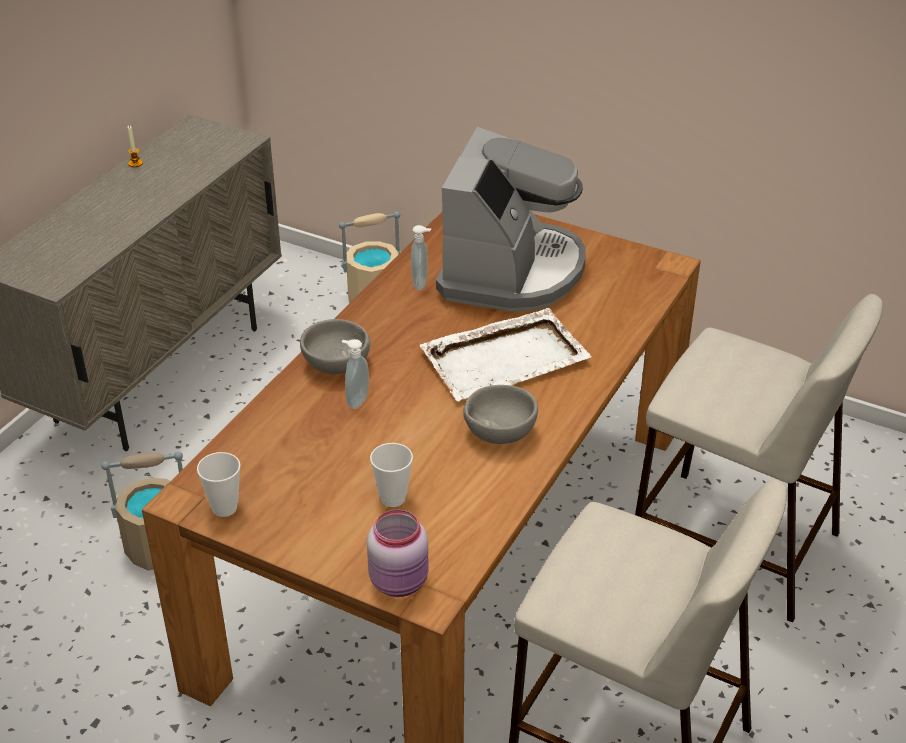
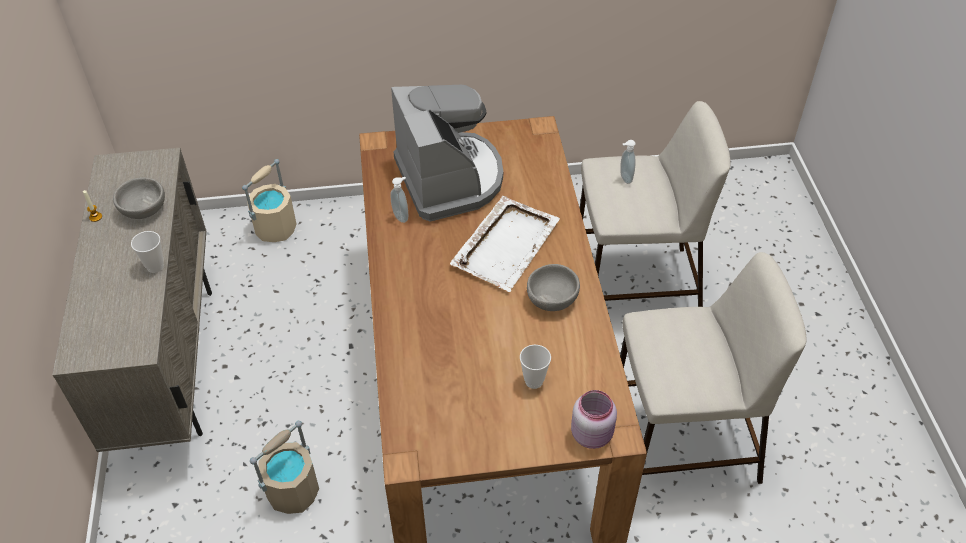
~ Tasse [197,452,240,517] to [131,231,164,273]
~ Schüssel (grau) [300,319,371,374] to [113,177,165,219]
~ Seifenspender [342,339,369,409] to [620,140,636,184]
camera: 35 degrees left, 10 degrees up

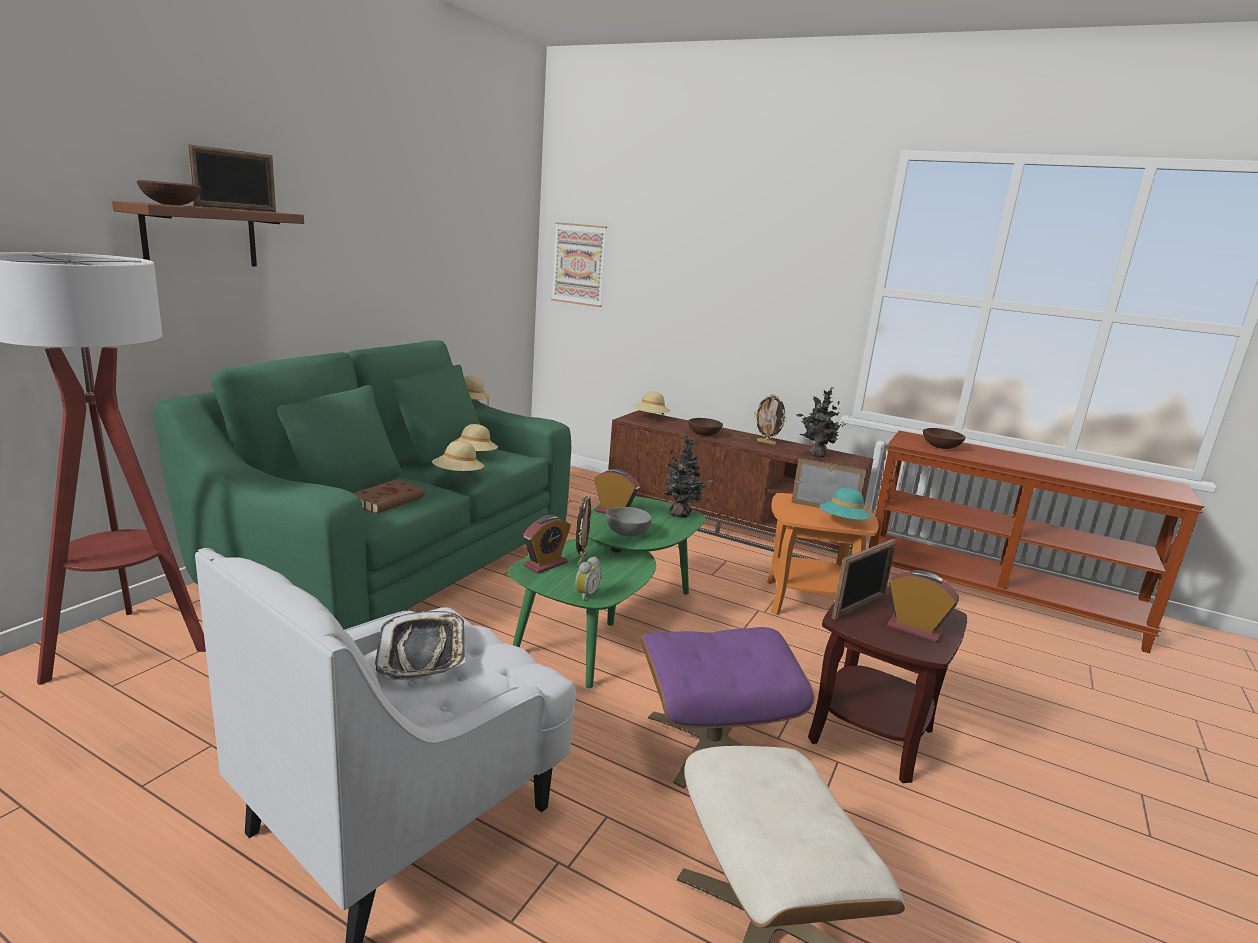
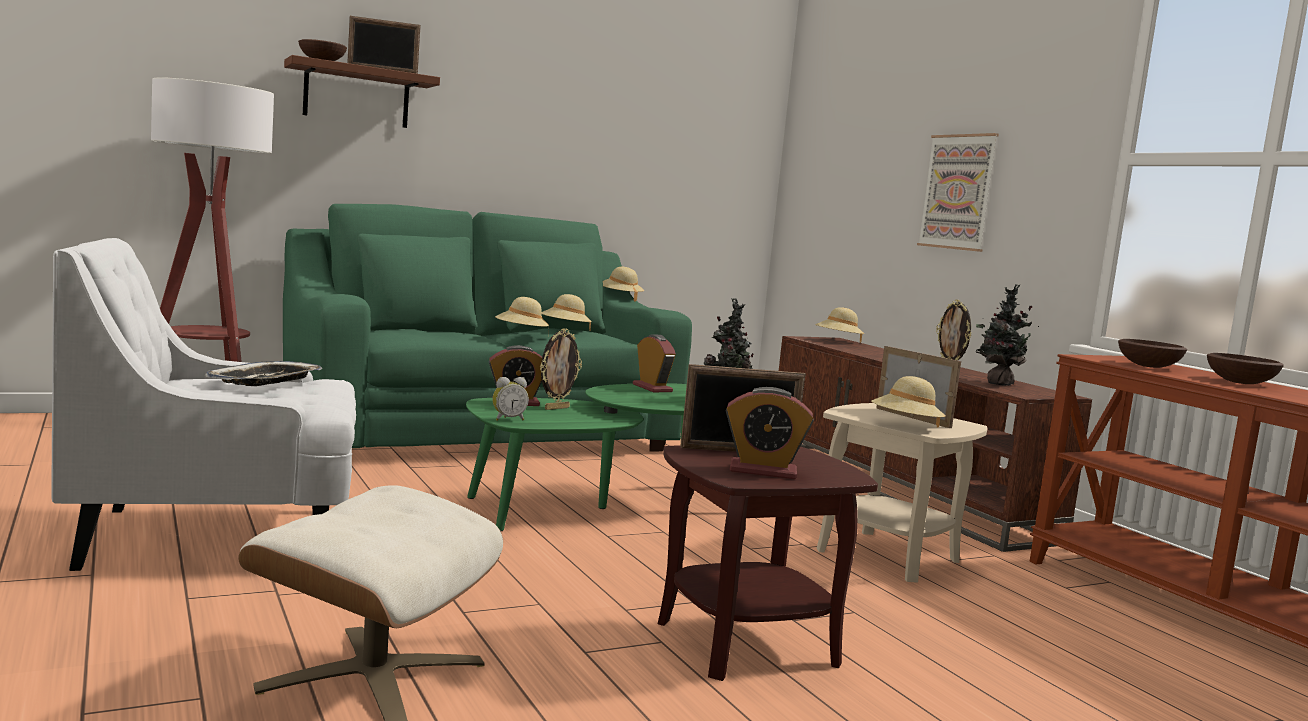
- Buch (braun) [353,479,425,514]
~ Bild [551,222,607,307] to [917,133,999,252]
- Schüssel (grau) [606,507,652,537]
- Polsterhocker (lila) [640,627,815,789]
~ Schüssel (braun) [688,418,723,436] to [1207,353,1284,384]
~ Beistelltisch (orange) [767,493,878,615] to Beistelltisch (beige) [817,403,987,583]
~ Hut (türkis) [819,488,872,520] to Hut (beige) [871,376,946,428]
~ Wecker [887,570,959,643] = [726,387,814,479] 120 degrees clockwise
camera: 35 degrees right, 10 degrees down

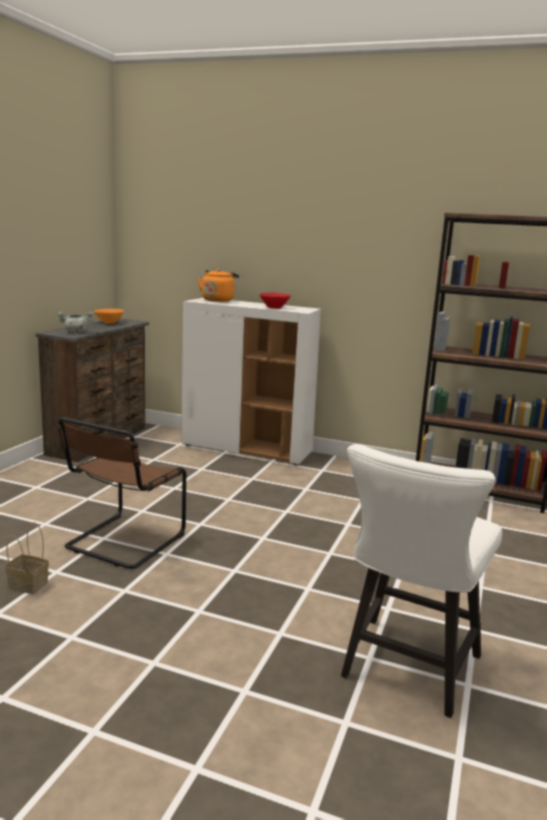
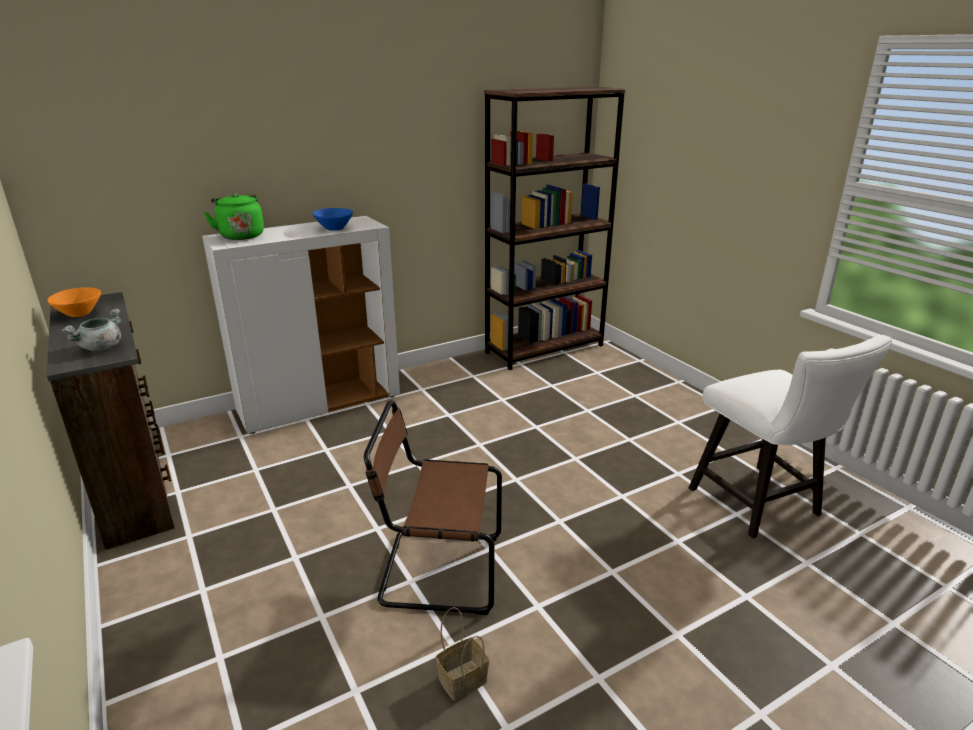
~ Stuhl (braun) [58,417,186,569] = [364,401,502,615] 120 degrees clockwise
~ Wasserkessel (orange) [198,269,239,302] to Wasserkessel (grün) [204,193,264,240]
~ Schüssel (rot) [260,292,291,309] to Schüssel (blau) [313,208,353,230]
camera: 50 degrees left, 10 degrees up

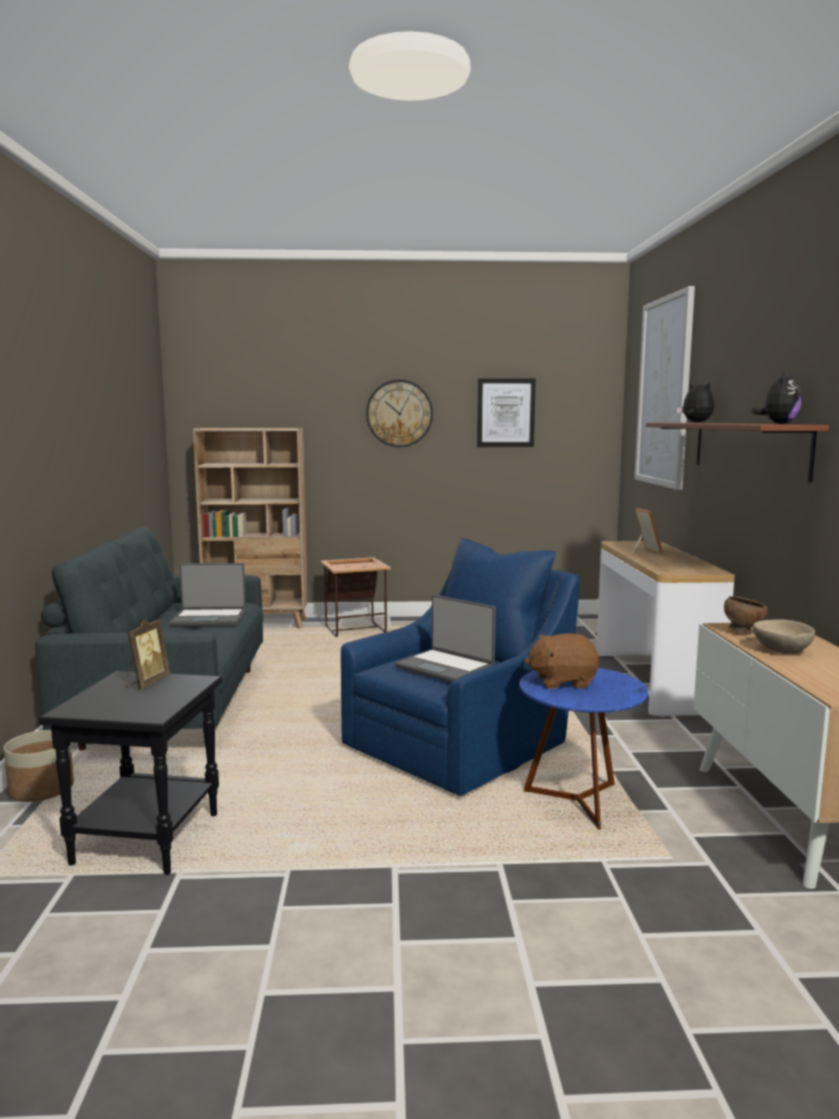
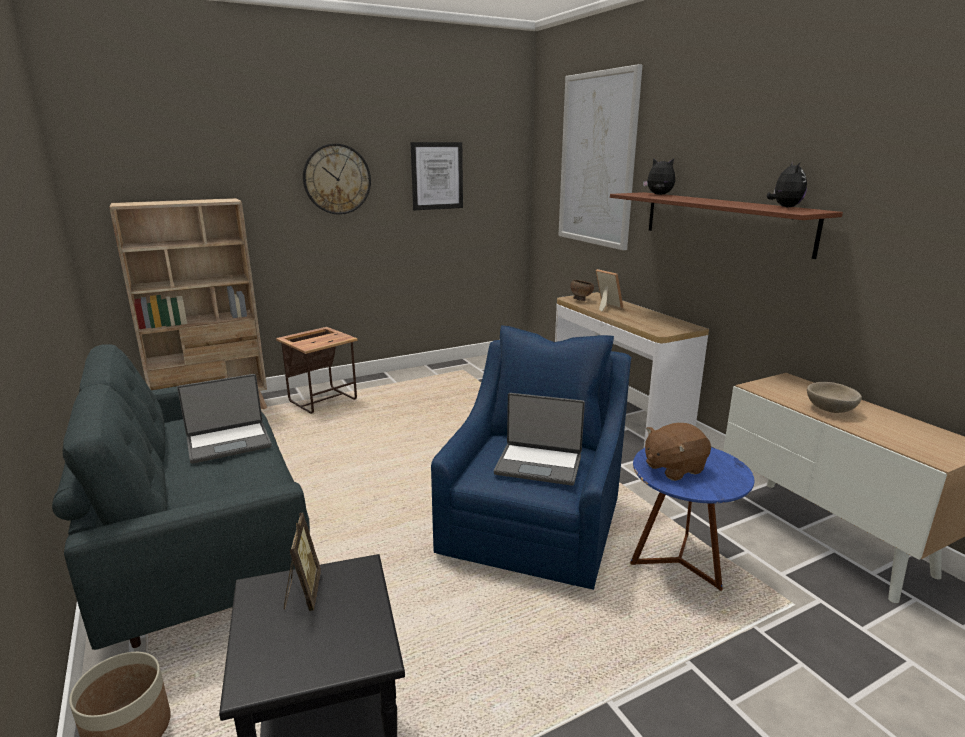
~ Schüssel (braun) [724,596,768,635] to [570,280,594,301]
camera: 25 degrees left, 10 degrees up

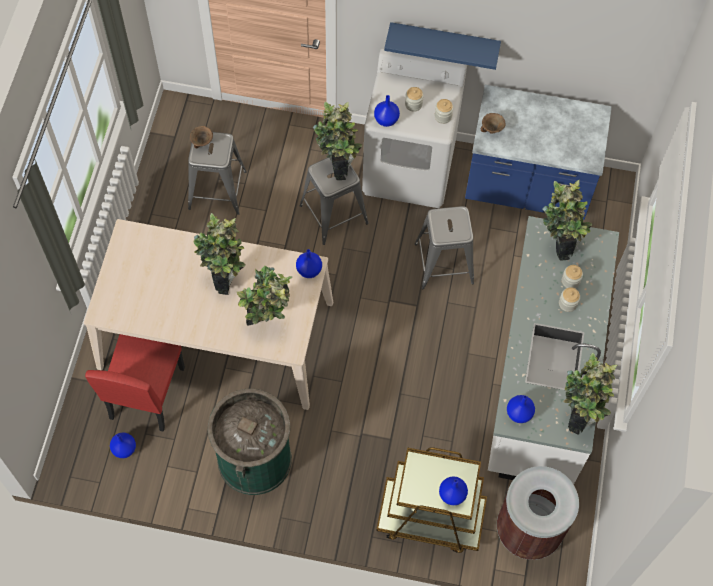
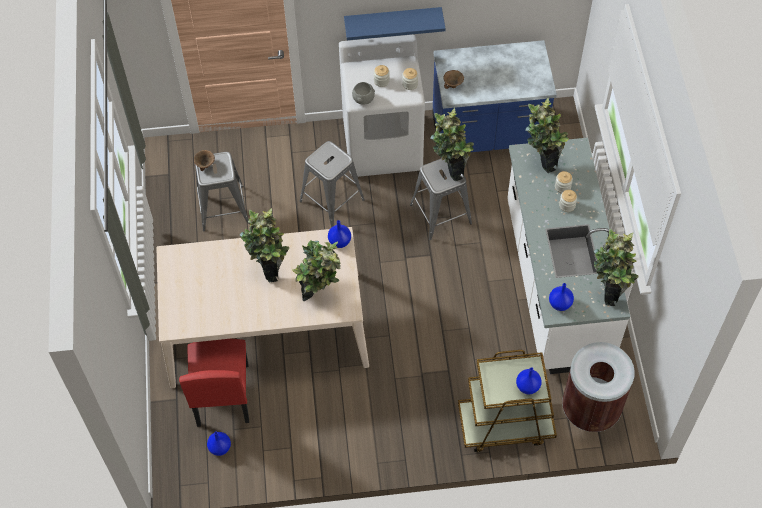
- Mülleimer (grün) [208,389,292,495]
~ Topfpflanze [313,102,362,180] to [430,108,474,181]
~ Vase (blau) [374,95,400,127] to Schüssel (grau) [352,82,375,105]
camera: 15 degrees left, 5 degrees down

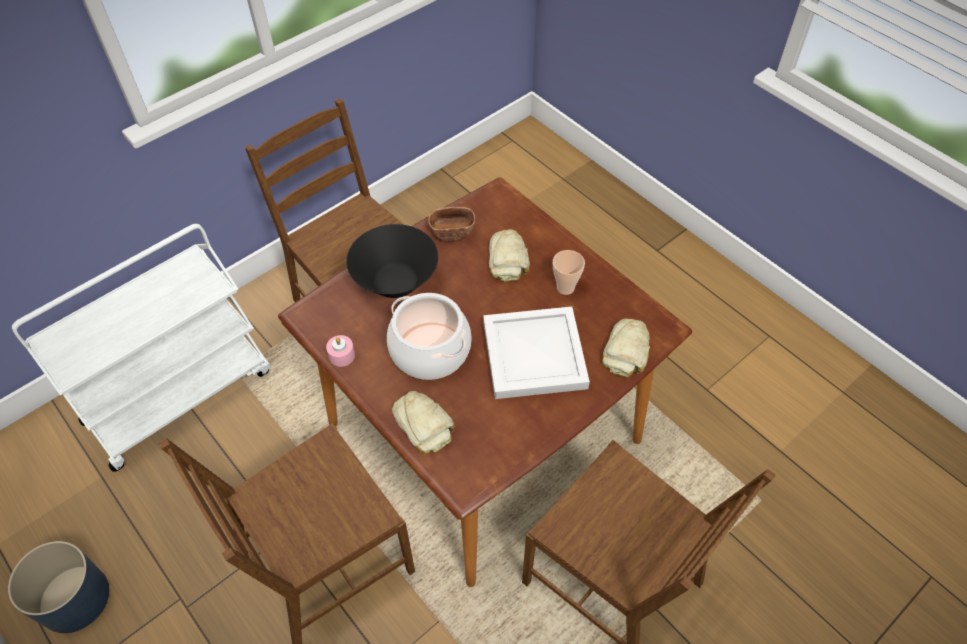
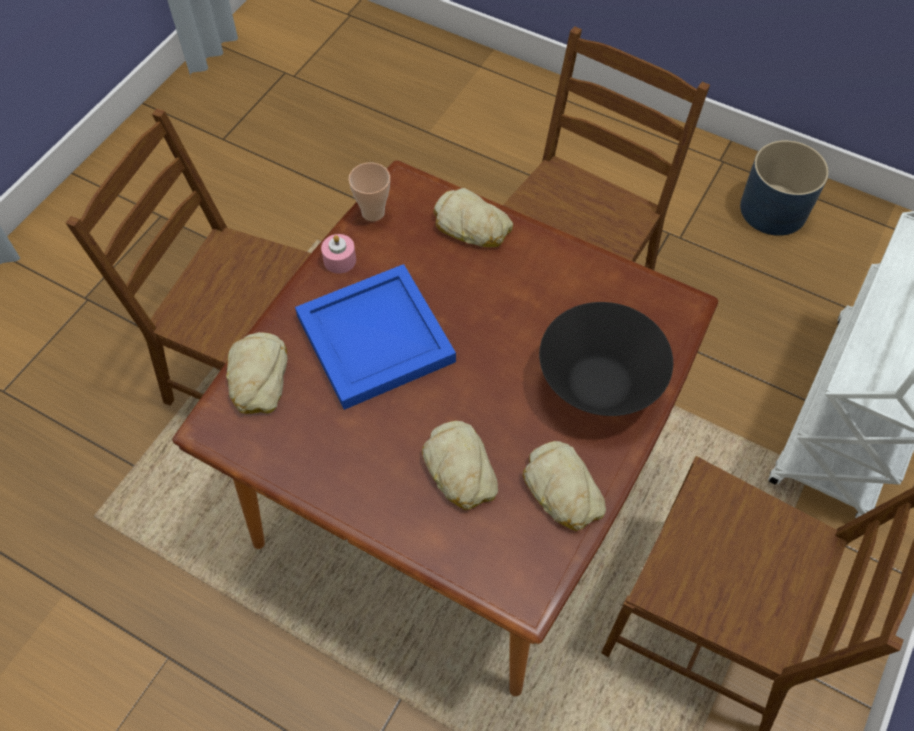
~ Kerze (rosa) [326,335,355,367] to [321,234,356,274]
- Kochtopf [387,293,471,380]
~ Schüssel (braun) [428,207,475,242] to Brot [522,441,606,531]
~ Tablett (weiß) [483,306,590,399] to Tablett (blau) [295,264,456,410]
~ Tasse [553,250,585,295] to [349,163,390,221]
camera: 160 degrees right, 5 degrees up

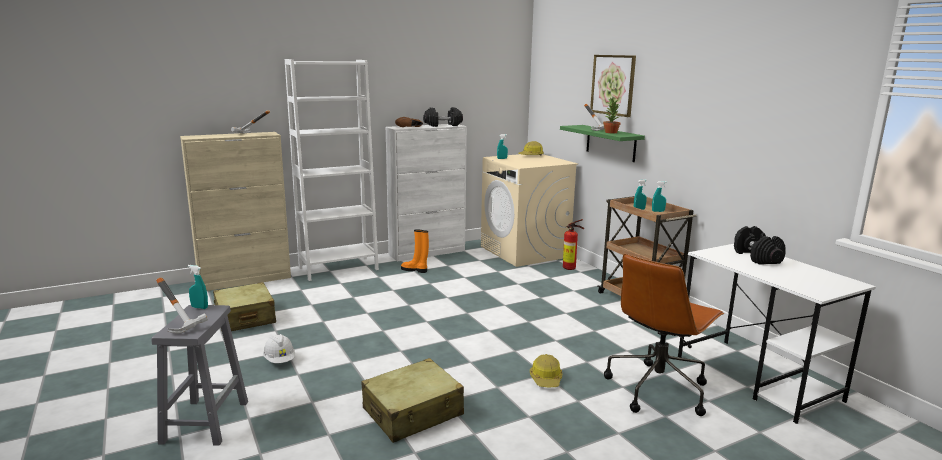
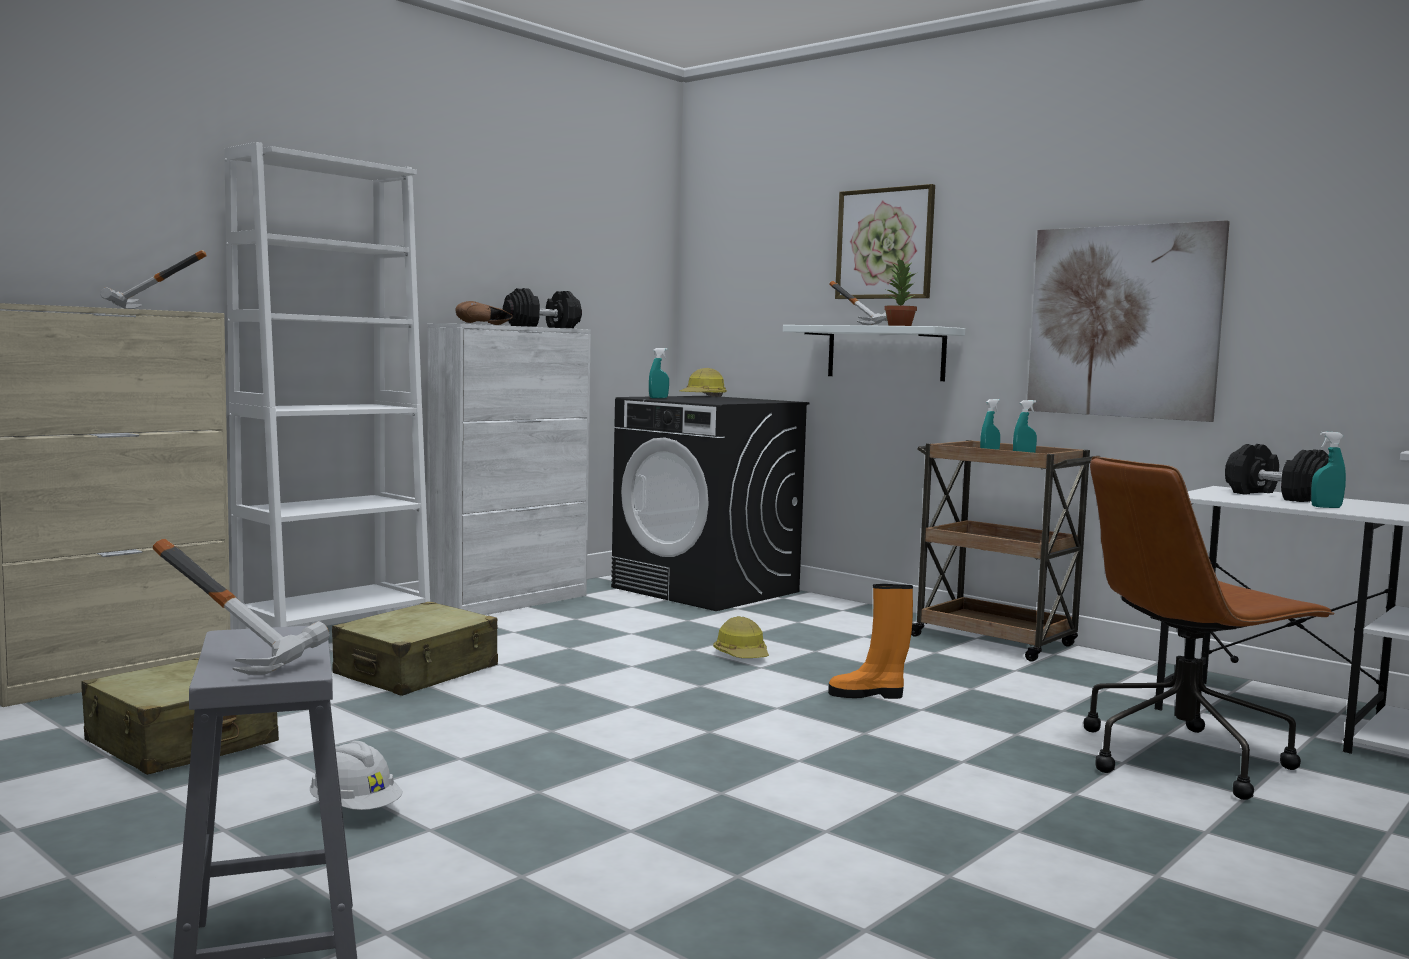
~ Sprühflasche (türkis) [188,265,208,309] to [1311,431,1346,508]
~ Koffer (beige) [361,358,464,443] to [332,602,498,696]
~ Stiefel (orange) [401,230,429,273] to [828,584,913,699]
~ Waschmaschine (beige) [481,154,578,267] to Waschmaschine (schwarz) [611,396,809,611]
~ Schutzhelm [530,354,562,387] to [713,616,769,658]
~ Wandregal (grün) [560,125,645,162] to Wandregal (weiß) [783,325,965,381]
- Feuerlöscher [563,219,584,270]
~ Bürostuhl (braun) [604,254,724,416] = [1084,456,1335,800] 45 degrees clockwise
+ Bild [1027,220,1230,422]
camera: 20 degrees left, 10 degrees down

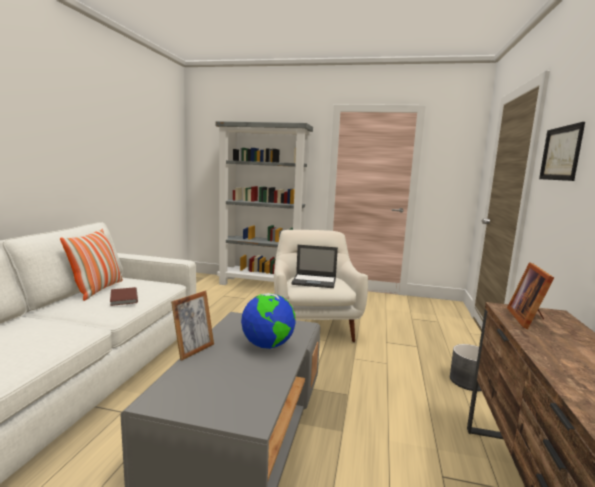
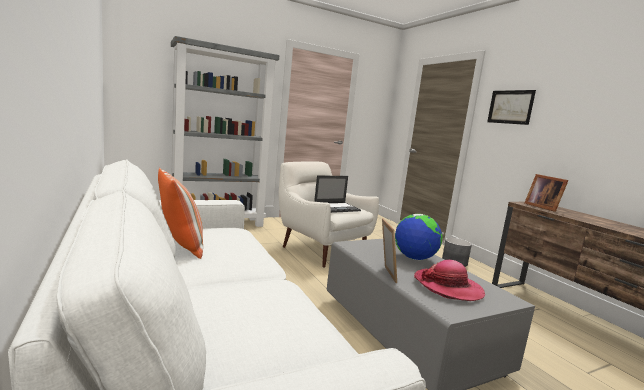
- Buch (braun) [110,287,138,306]
+ Hut [414,260,485,301]
camera: 40 degrees left, 0 degrees up

